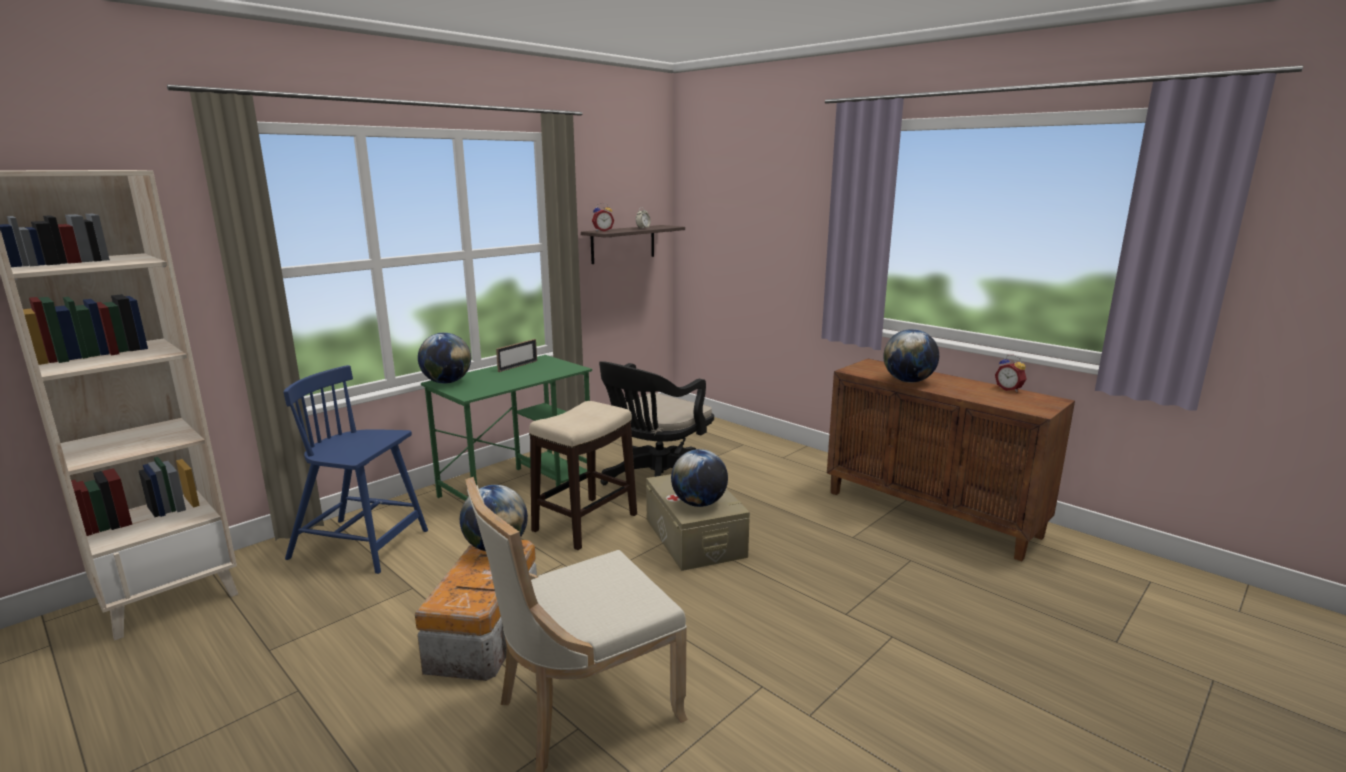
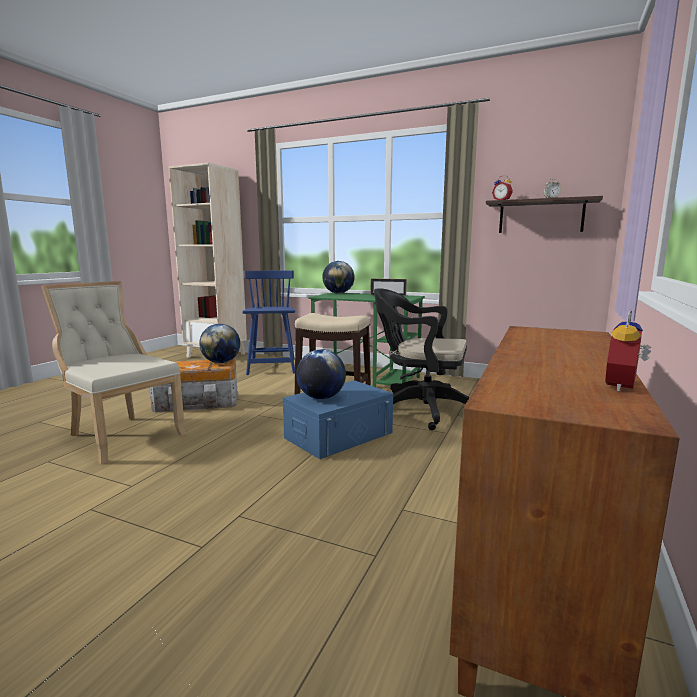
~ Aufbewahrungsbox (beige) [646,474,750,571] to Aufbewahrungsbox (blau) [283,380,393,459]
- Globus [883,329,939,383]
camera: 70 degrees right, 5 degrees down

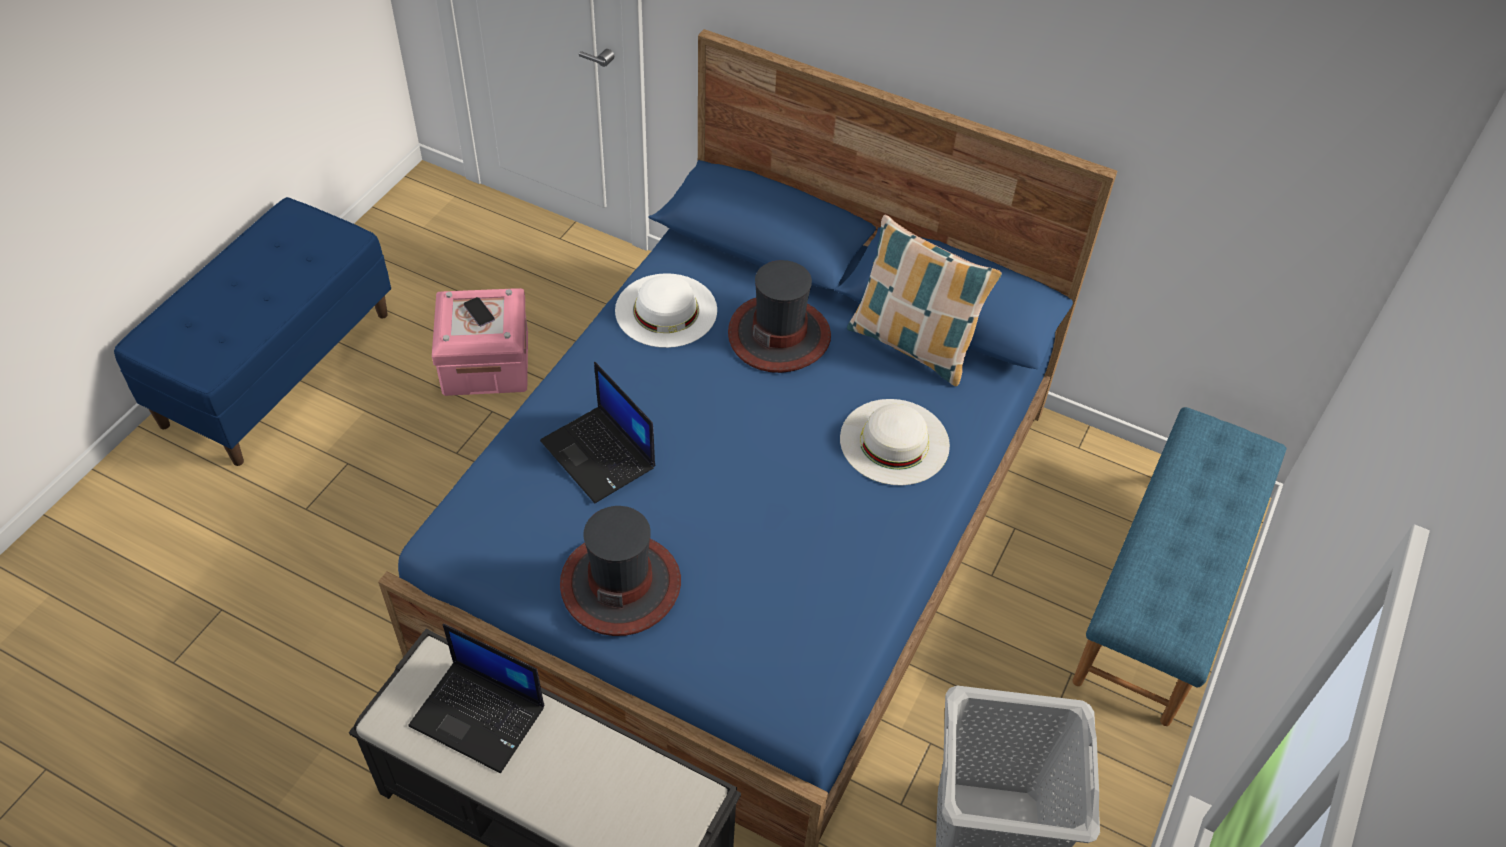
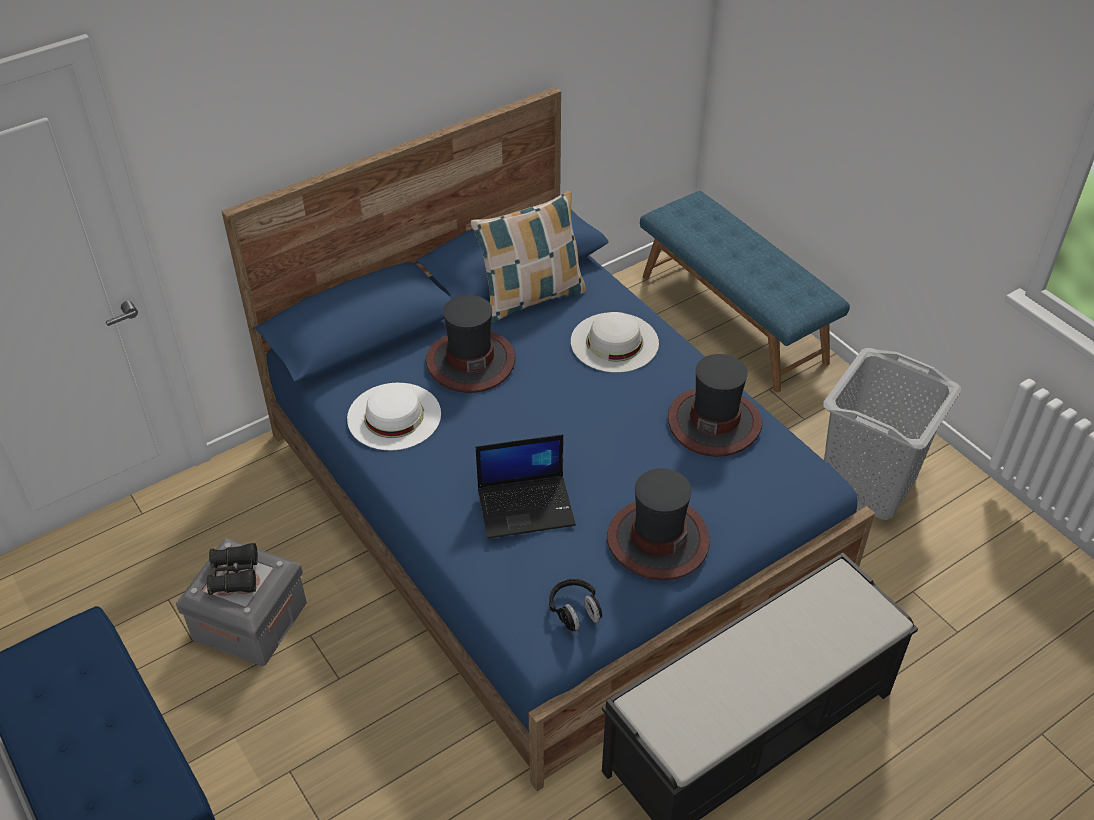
- Laptop [408,624,544,773]
~ Aufbewahrungsbox (rosa) [432,288,528,396] to Aufbewahrungsbox (grau) [176,538,307,666]
~ Handy [463,297,495,326] to Fernglas (schwarz) [207,543,258,595]
+ Kopfhörer (schwarz) [549,579,602,632]
+ Hut [668,354,762,457]
camera: 60 degrees left, 5 degrees down

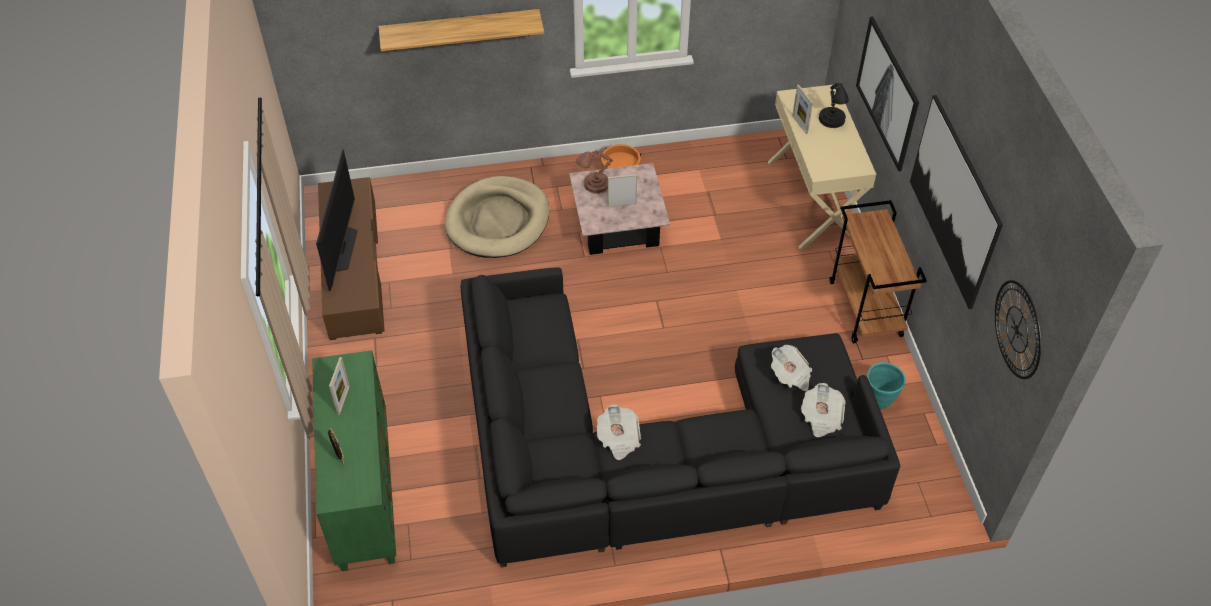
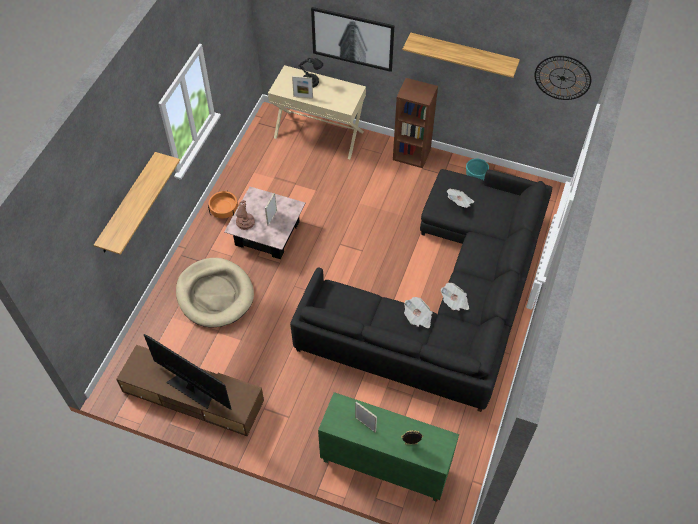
~ Zeitung [801,383,846,438] to [404,297,433,328]
~ Rollwagen (braun) [829,200,927,343] to Bücherregal (braun) [393,78,438,168]
~ Bild [910,95,1003,309] to Wandregal [403,33,520,78]
camera: 60 degrees left, 5 degrees up

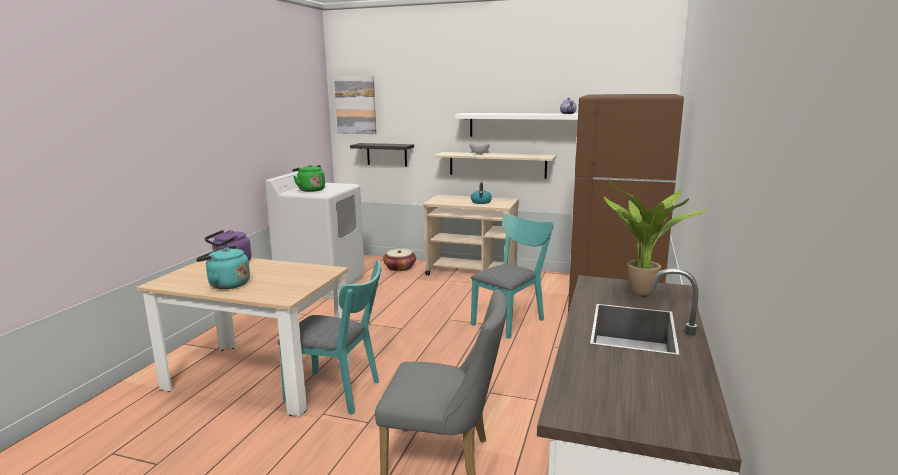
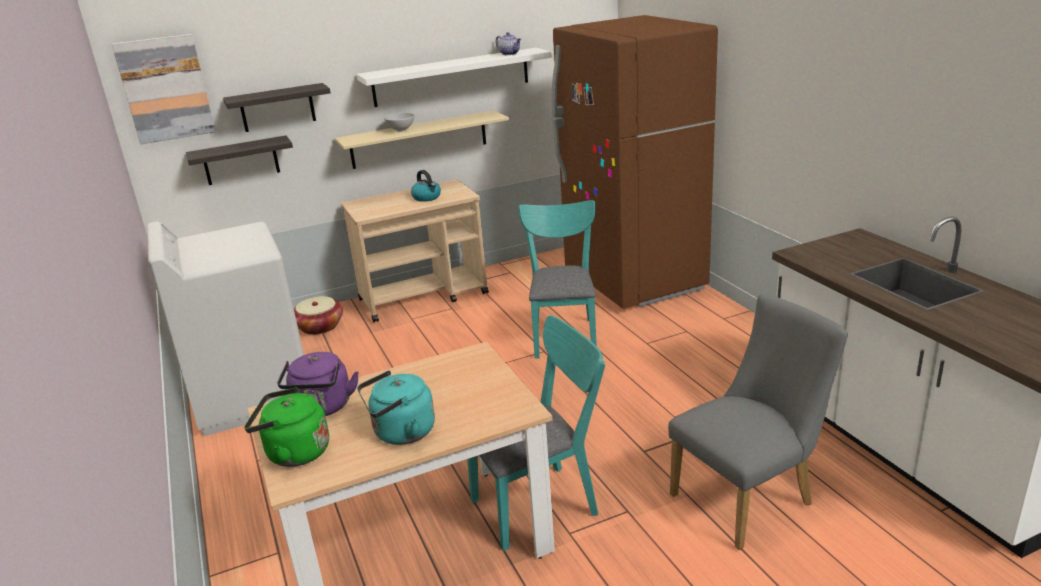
~ Wasserkessel (grün) [292,165,325,192] to [244,387,329,467]
- Topfpflanze [604,179,707,296]
+ Wandregal [223,83,331,132]
camera: 40 degrees left, 10 degrees up

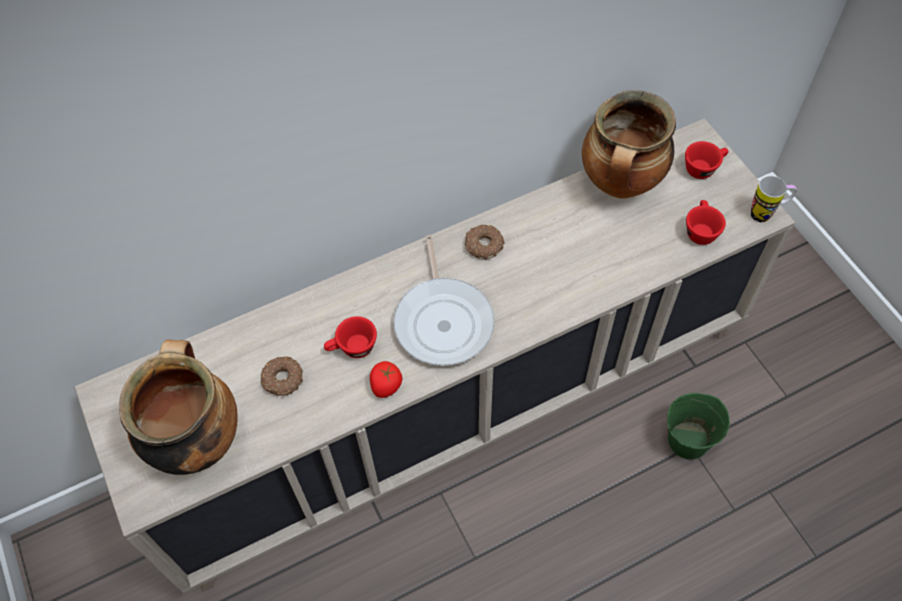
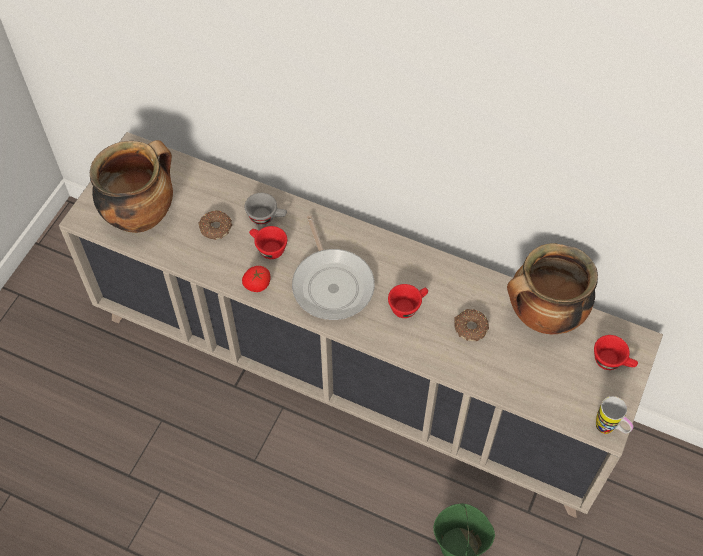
~ Pfanne [394,235,495,366] = [292,215,375,320] 60 degrees counterclockwise
~ Donut [465,225,504,259] to [454,309,489,341]
~ Tasse (rot) [686,200,726,245] to [388,284,428,318]
+ Tasse (grau) [245,193,287,225]
camera: 50 degrees right, 0 degrees up

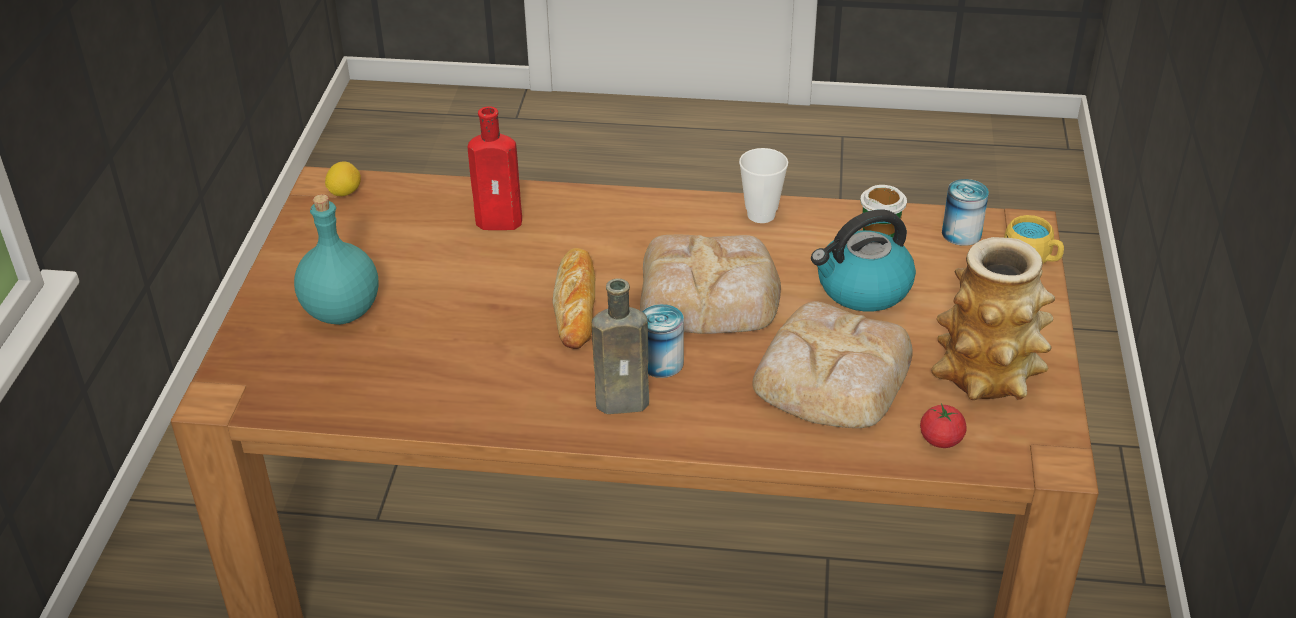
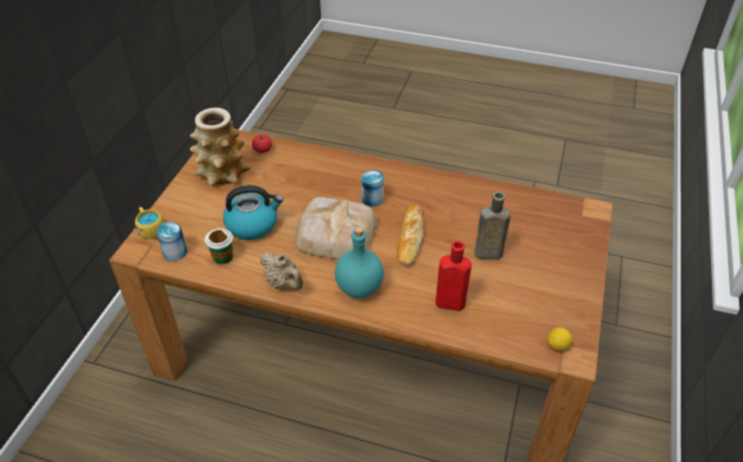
~ Flasche (türkis) [294,194,379,325] to [335,226,384,298]
~ Flasche (braun) [592,278,649,414] to [475,192,511,260]
~ Tasse [739,148,788,223] to Teekanne (beige) [260,253,303,290]
- Brot [752,301,913,428]
camera: 170 degrees left, 5 degrees up

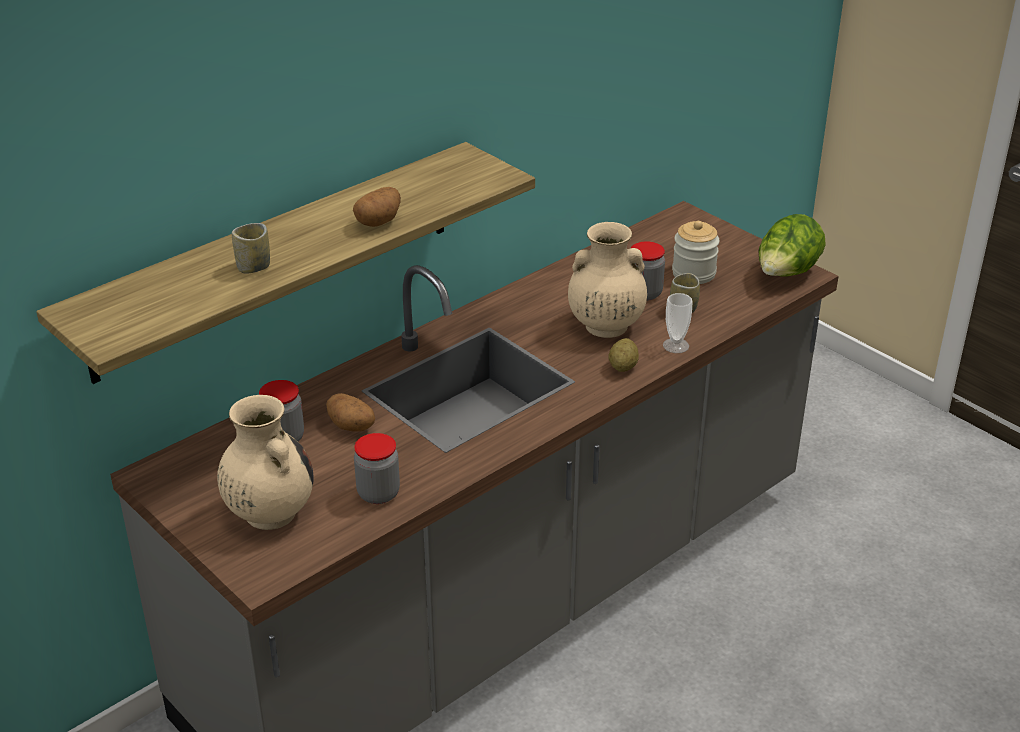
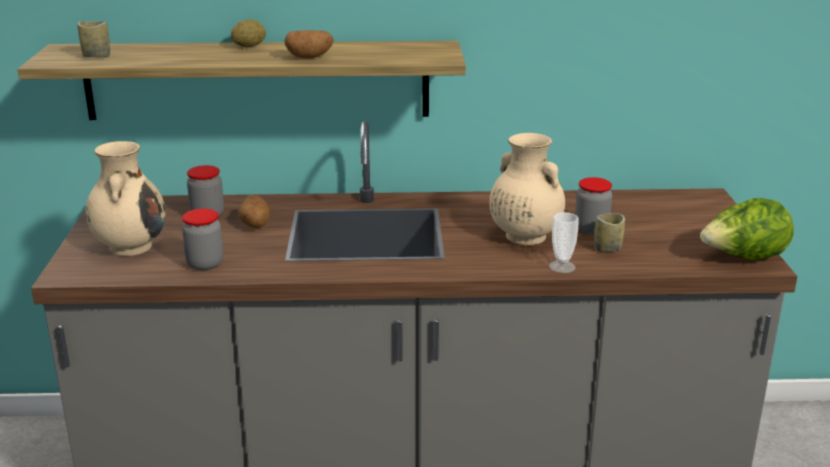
~ Tasse [232,223,270,273] to [77,21,110,58]
~ Kartoffel [608,338,639,372] to [231,19,266,48]
- Vorratsglas [672,221,720,284]
camera: 40 degrees right, 10 degrees down

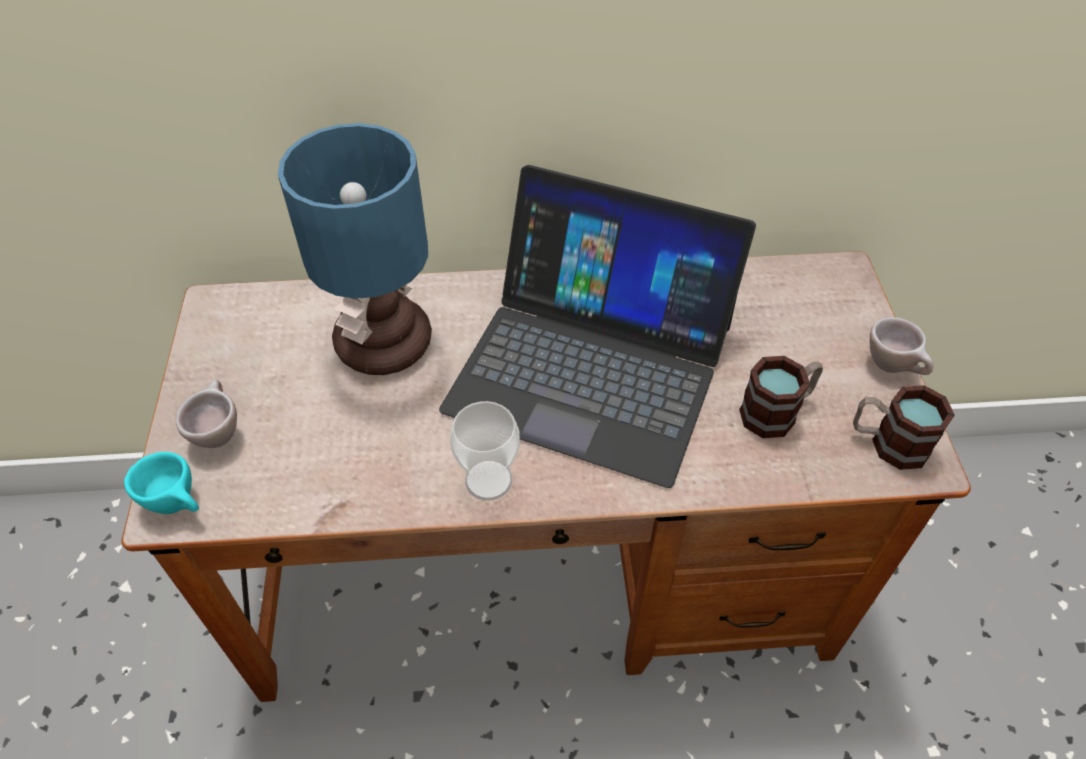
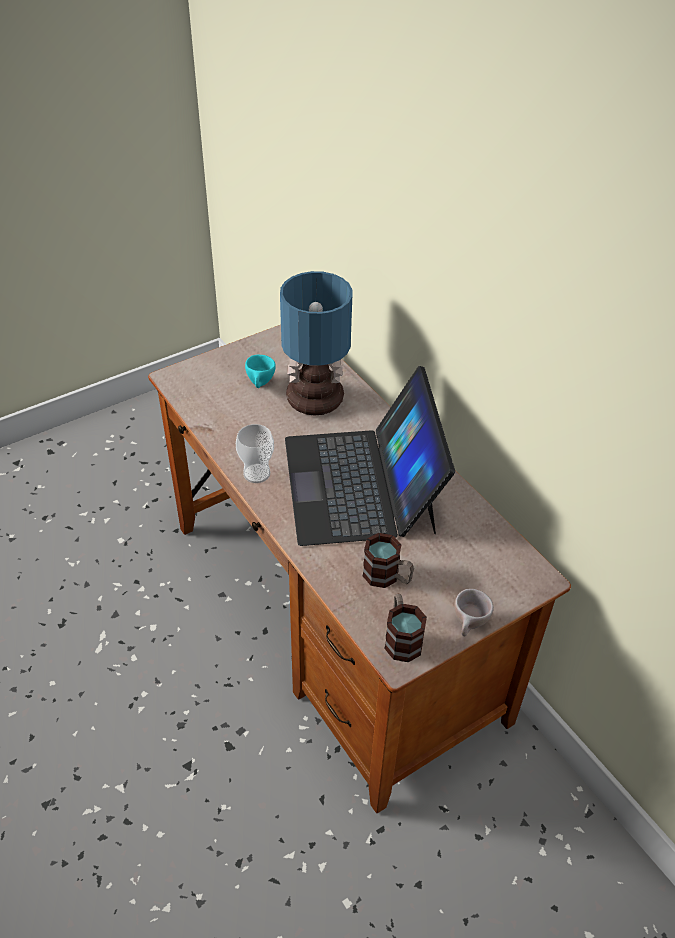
~ Tasse (türkis) [124,452,199,514] to [245,355,276,388]
- Tasse (beige) [176,380,237,448]
camera: 60 degrees right, 5 degrees down

